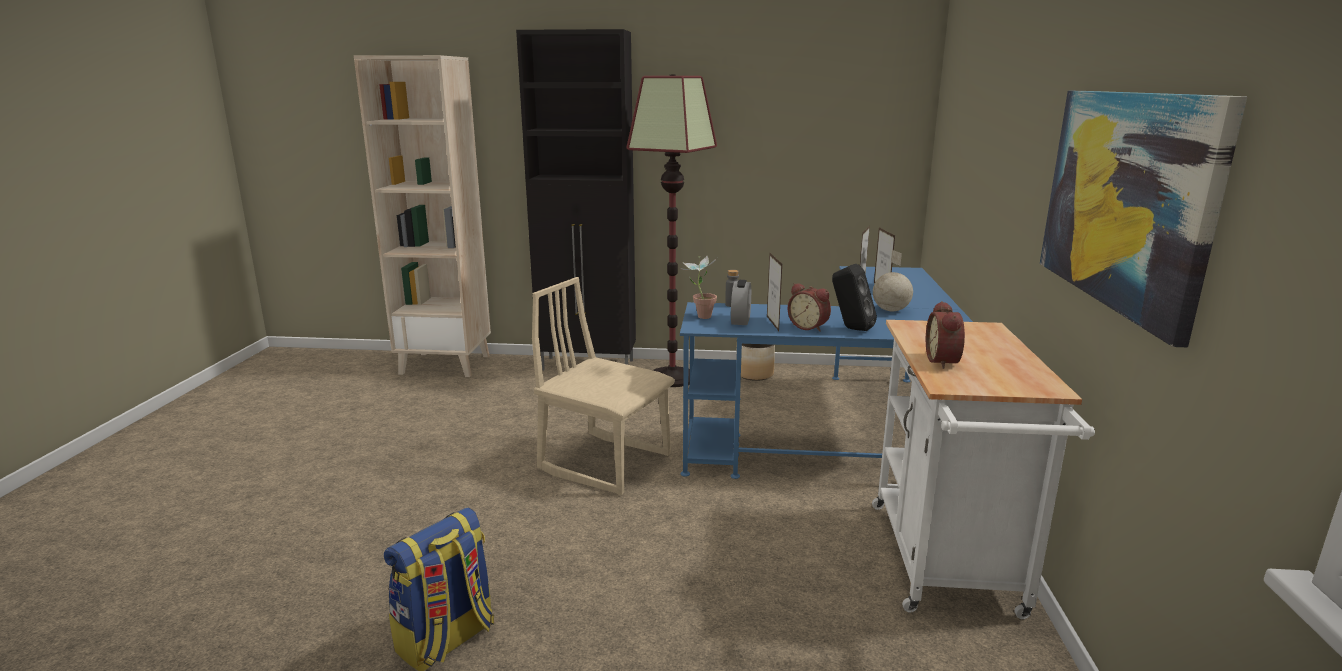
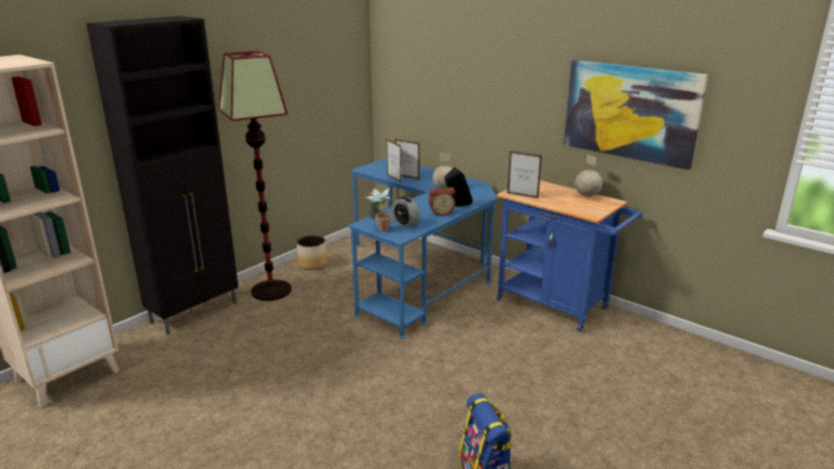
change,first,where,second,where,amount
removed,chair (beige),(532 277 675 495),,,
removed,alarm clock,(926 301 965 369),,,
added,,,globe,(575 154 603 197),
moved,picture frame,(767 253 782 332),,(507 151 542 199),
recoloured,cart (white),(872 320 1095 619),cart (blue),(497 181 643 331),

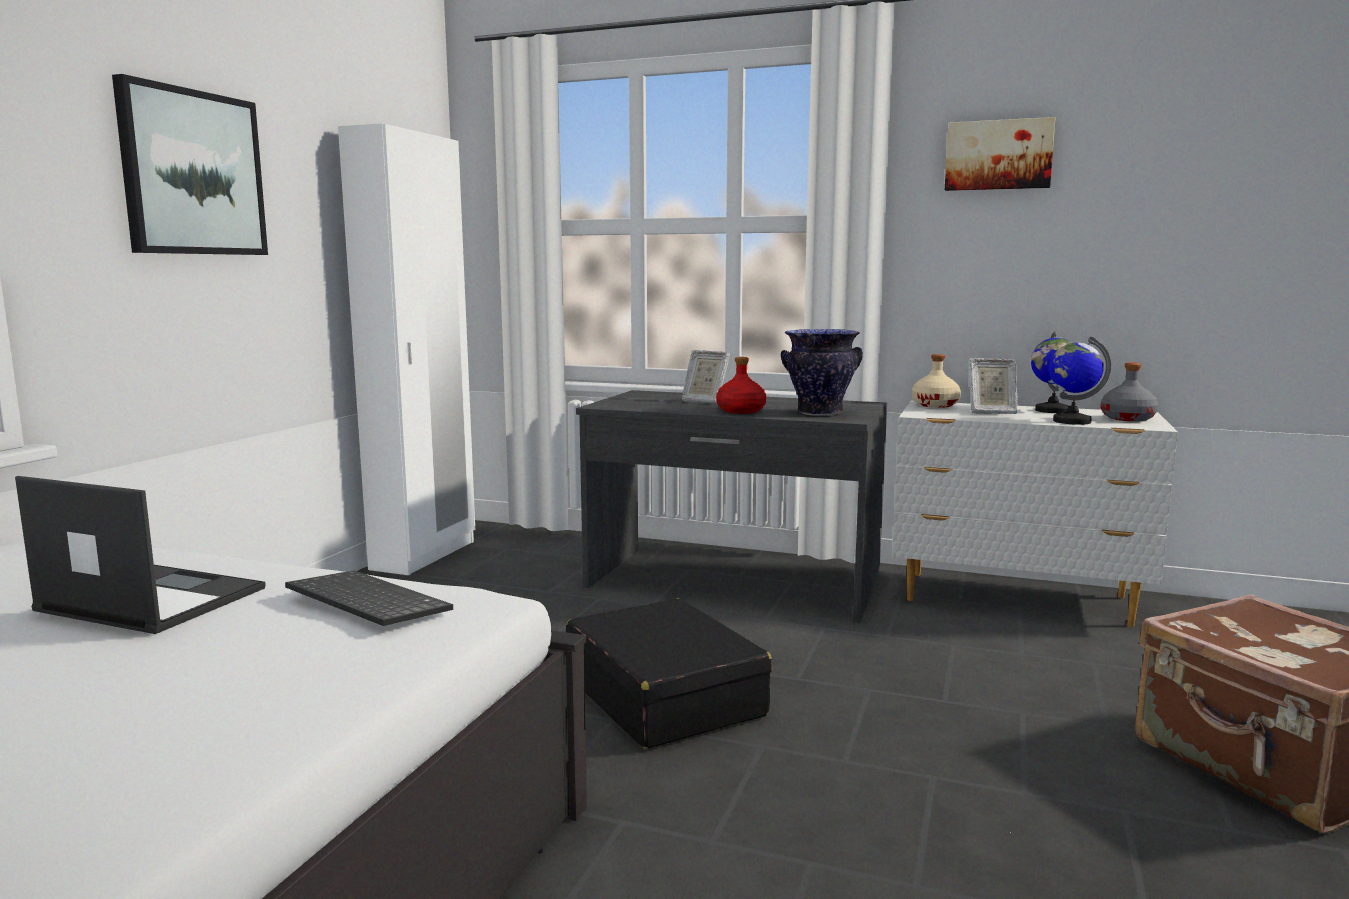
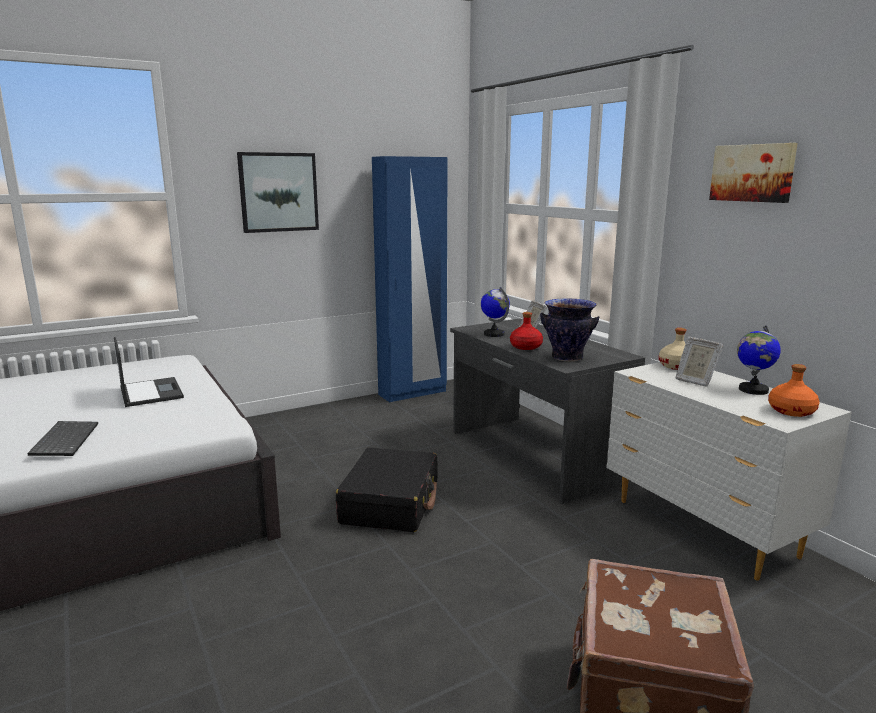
change,first,where,second,where,amount
moved,keyboard,(285 570 453 626),,(28 421 98 456),
moved,globe,(1049 336 1111 425),,(481 287 510 337),
recoloured,wardrobe (white),(338 123 475 575),wardrobe (blue),(372 156 448 402),
recoloured,bottle (grey),(1101 362 1158 421),bottle (orange),(768 364 820 417),

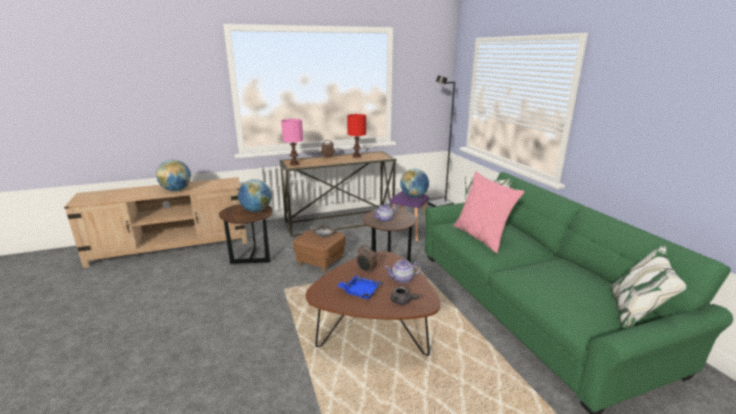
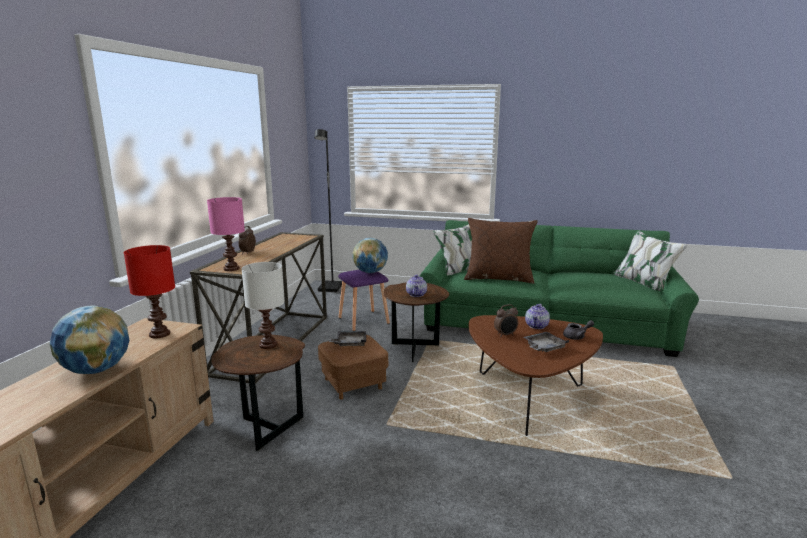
change,first,where,second,where,amount
moved,table lamp (red),(347 114 366 158),,(124 245 175 338),
replaced,globe,(238 179 272 212),table lamp (white),(241 262 284 349),
recoloured,tray (blue),(337 276 381 300),tray (grey),(524 332 569 352),
recoloured,pillow (pink),(453 172 525 254),pillow (brown),(464 218 538 284),

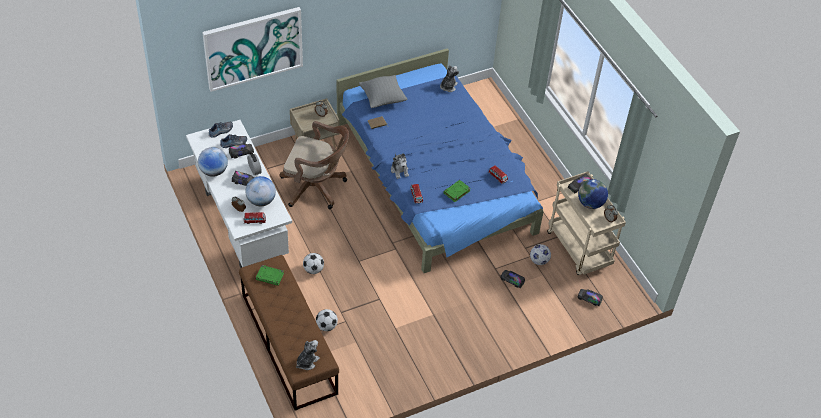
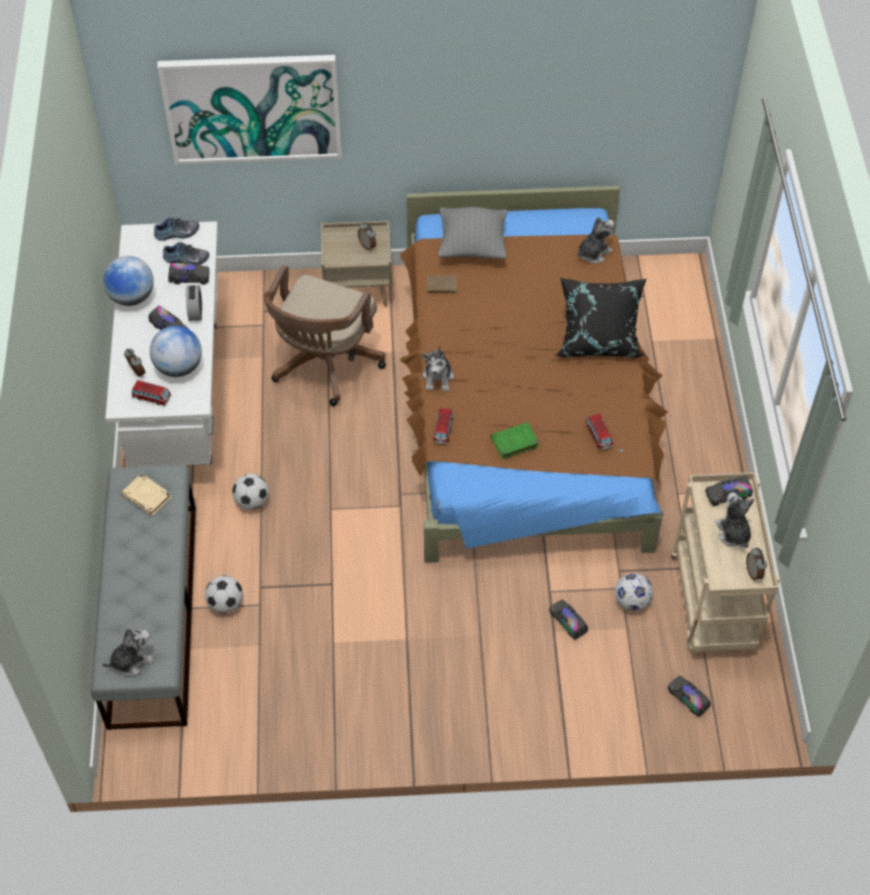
change,first,where,second,where,amount
added,,,pillow (black),(555 278 646 358),
replaced,globe,(578 179 608 209),plush toy,(715 492 754 548),
recoloured,bench (brown),(239 255 339 410),bench (grey),(91 465 196 730),
recoloured,book (green),(256 265 284 286),book (beige),(122 473 172 516),
recoloured,bed (blue),(337 48 544 273),bed (brown),(400 186 668 563),
turned,office chair (brown),(279 121 349 209),,(263 265 386 406),75 degrees clockwise

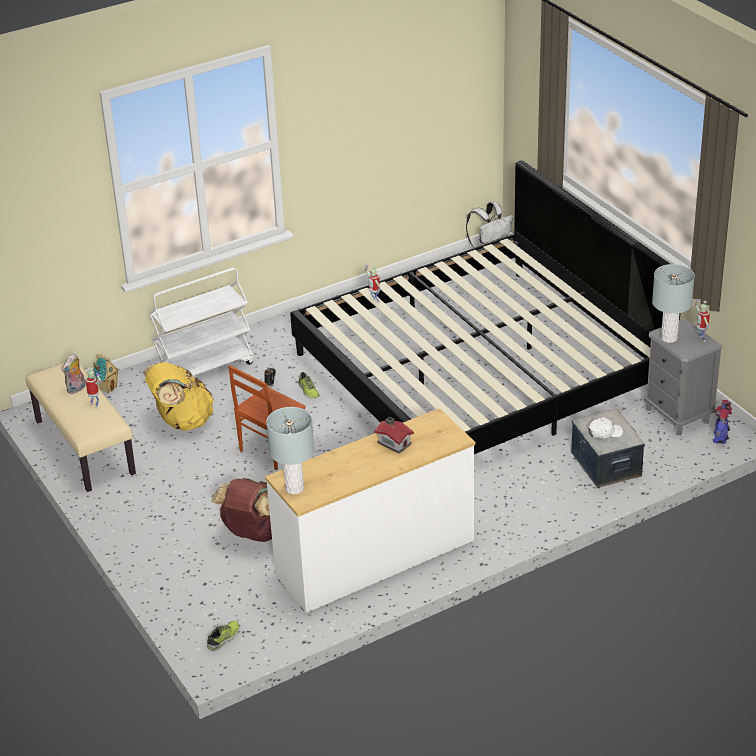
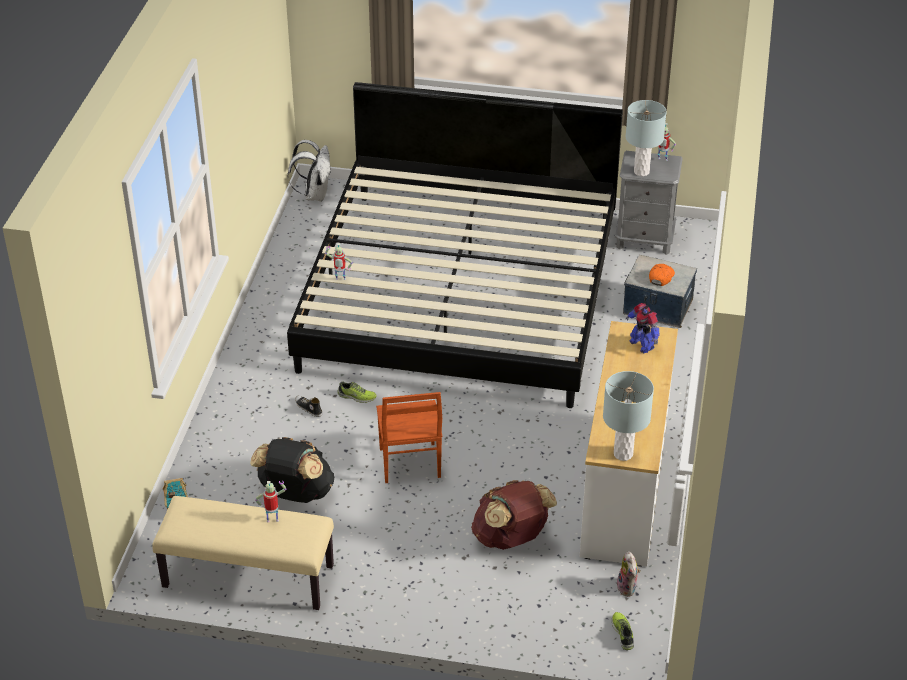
change,first,where,second,where,amount
removed,cart (white),(149 268 254 376),,,
removed,toy house,(374 417 414 453),,,
moved,plush toy,(61 353 85 394),,(617 551 640 597),
moved,toy robot,(713 400 732 444),,(626 303 659 353),
recoloured,backpack (yellow),(143 362 214 431),backpack (black),(250 437 334 503),
recoloured,cap (white),(588 417 623 439),cap (orange),(649 264 675 286),

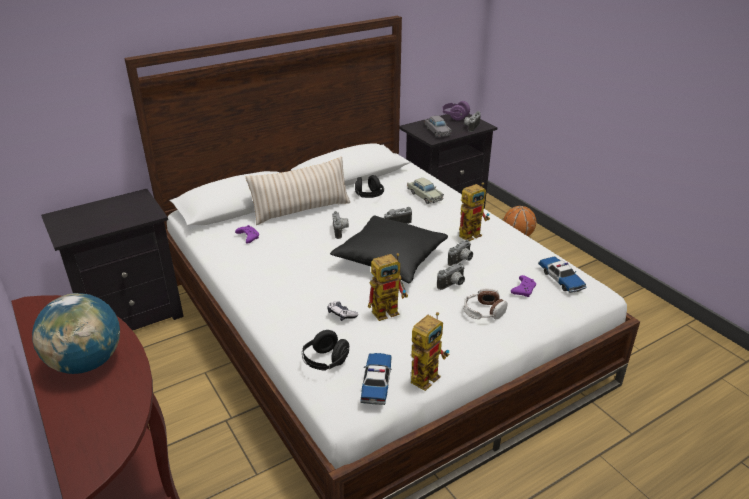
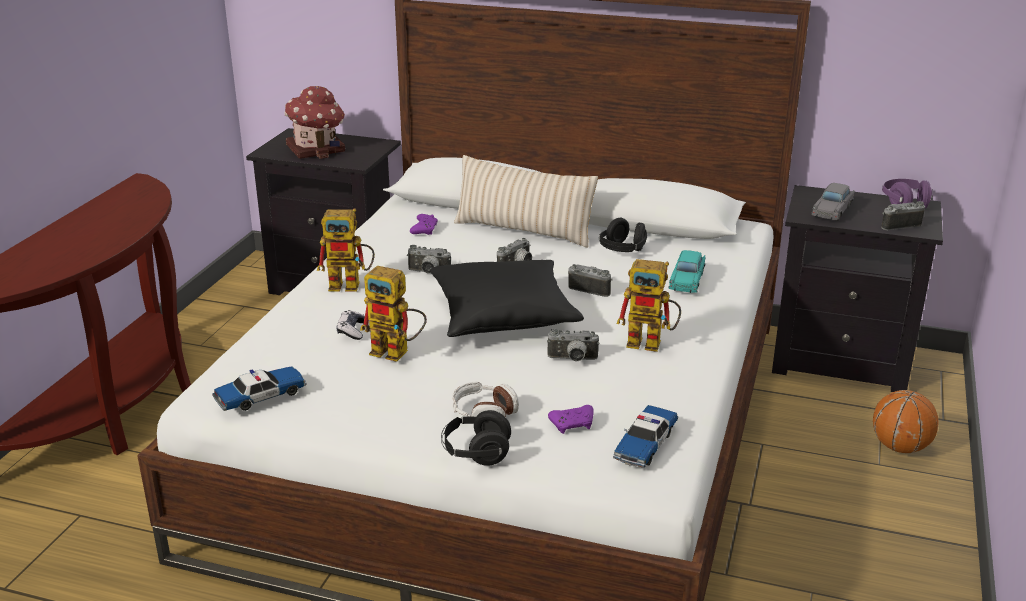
change,first,where,second,where,amount
removed,globe,(32 293 120 374),,,
added,,,toy house,(284 86 345 159),
moved,headphones (black),(302 330 349 371),,(441 410 511 466),
moved,toy robot,(411 312 449 391),,(317 208 375 292),
moved,photo camera,(437 263 465 290),,(407 245 451 273),
recoloured,toy car (beige),(407 178 444 204),toy car (turquoise),(668 250 705 293),

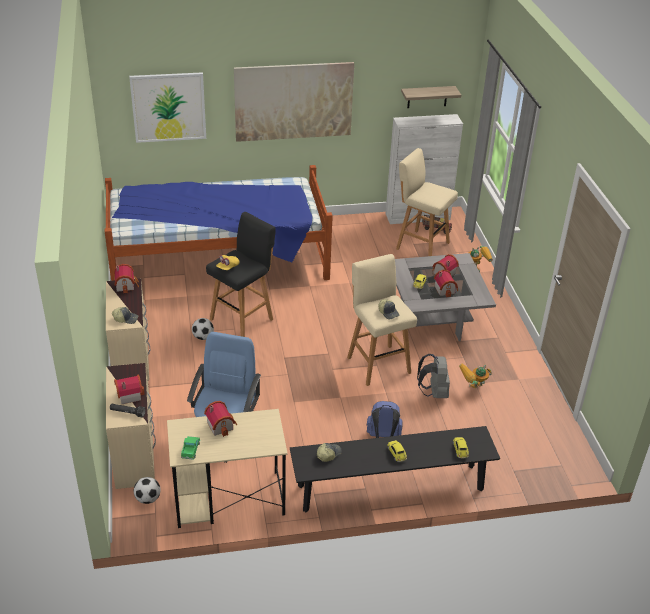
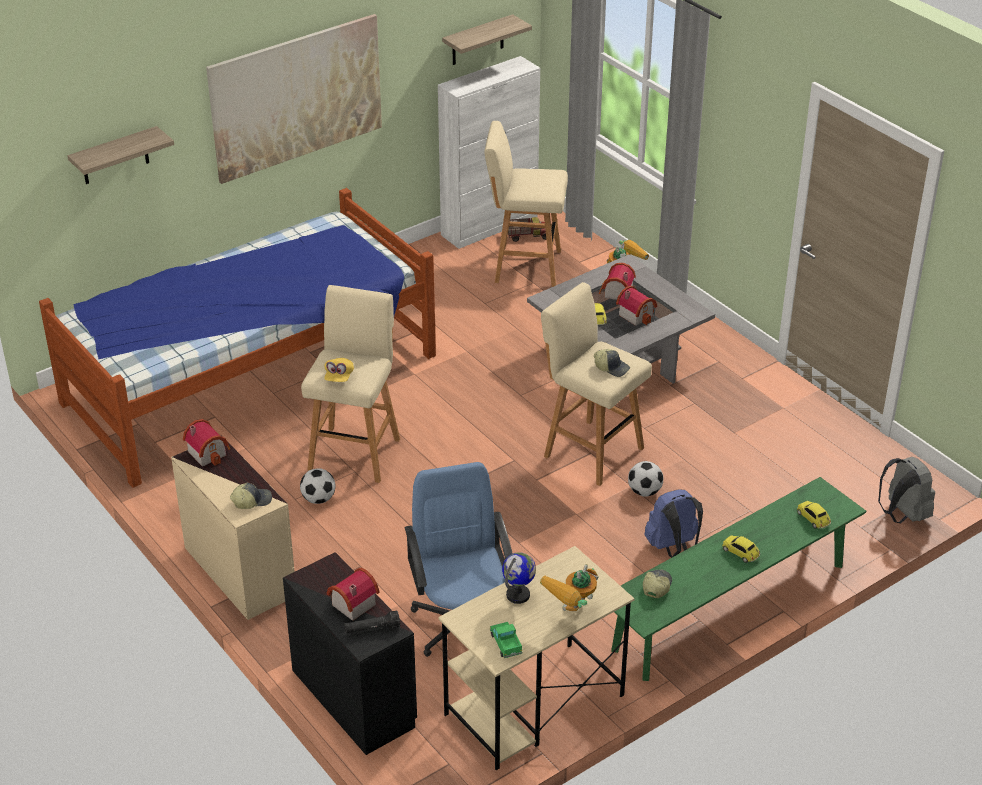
change,first,where,second,where,amount
moved,football,(134 477 161 504),,(628 461 663 497),
moved,backpack (grey),(417 354 450 398),,(878 457 935 523),
moved,toy robot,(459 364 492 388),,(540 564 598 611),
replaced,picture,(129 72 206 143),shelf,(67 126 174 184),
replaced,toy house,(204 401 237 437),globe,(502 552 536 604),
recoloured,dresser (beige),(106 363 156 489),dresser (black),(283 552 417 755),
recoloured,stool (black),(206 212 276 337),stool (beige),(301 285 400 483),
recoloured,bench (black),(290 426 500 513),bench (green),(611 477 866 681),

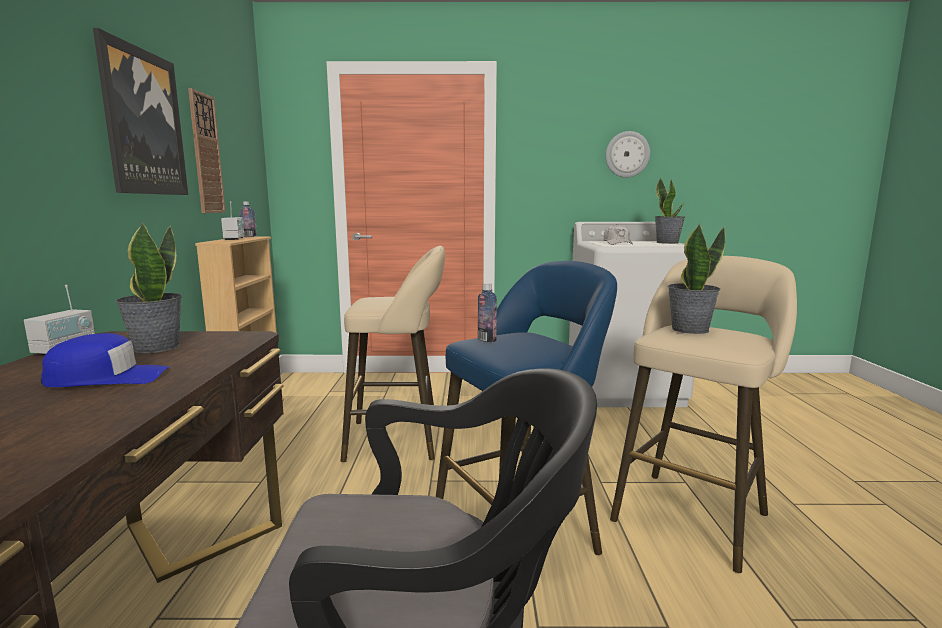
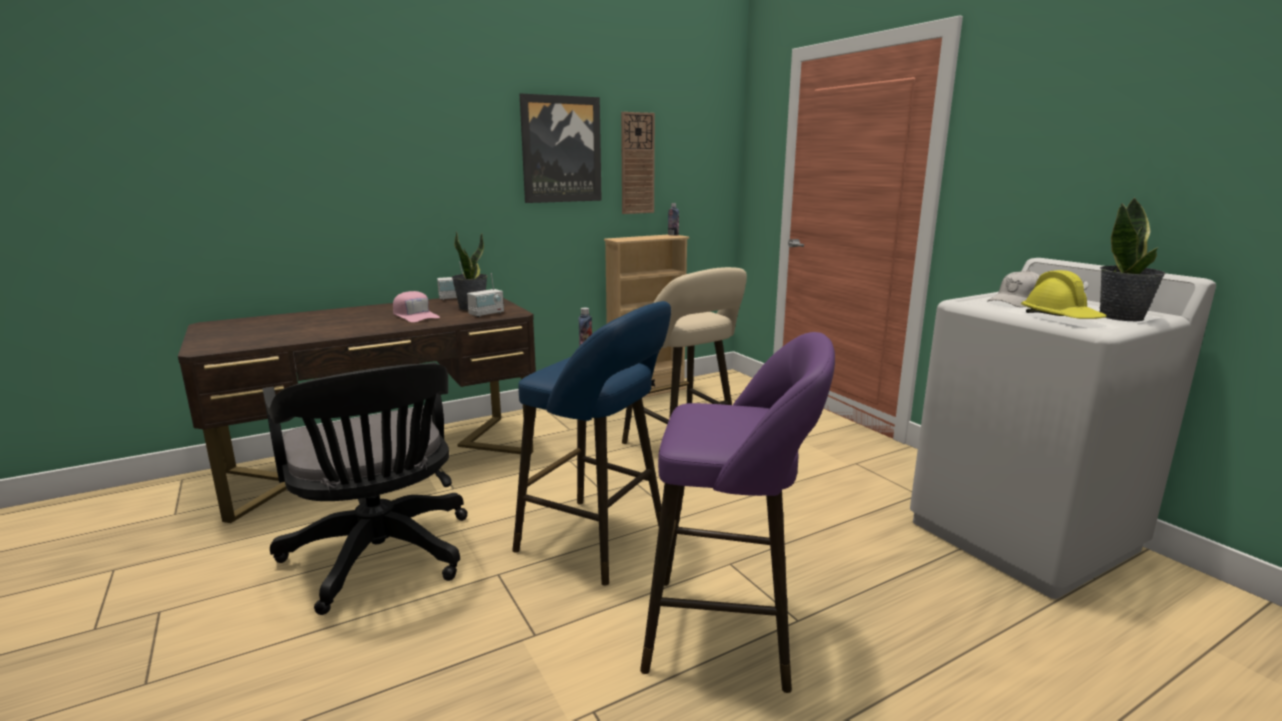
change,first,where,second,where,amount
removed,wall clock,(606 131 650 178),,,
removed,potted plant,(668 223 725 334),,,
added,,,hard hat (yellow),(1021 270 1107 319),
moved,radio,(221 201 245 240),,(467 273 504 317),
recoloured,cap (blue),(41 333 170 387),cap (pink),(393 291 440 322),
recoloured,stool (beige),(610 256 797 573),stool (purple),(640 332 835 693),

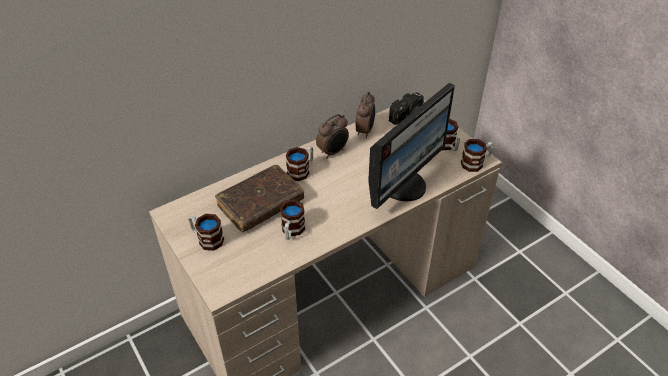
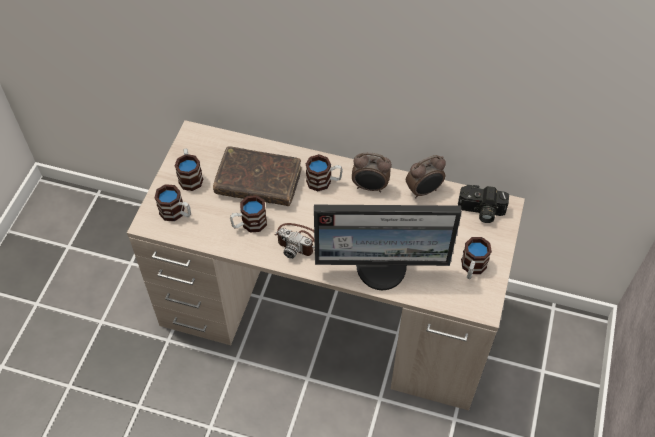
change,first,where,second,where,amount
added,,,photo camera,(274 223 315 259),
moved,mug,(461 139 494 172),,(155 184 191 221),

